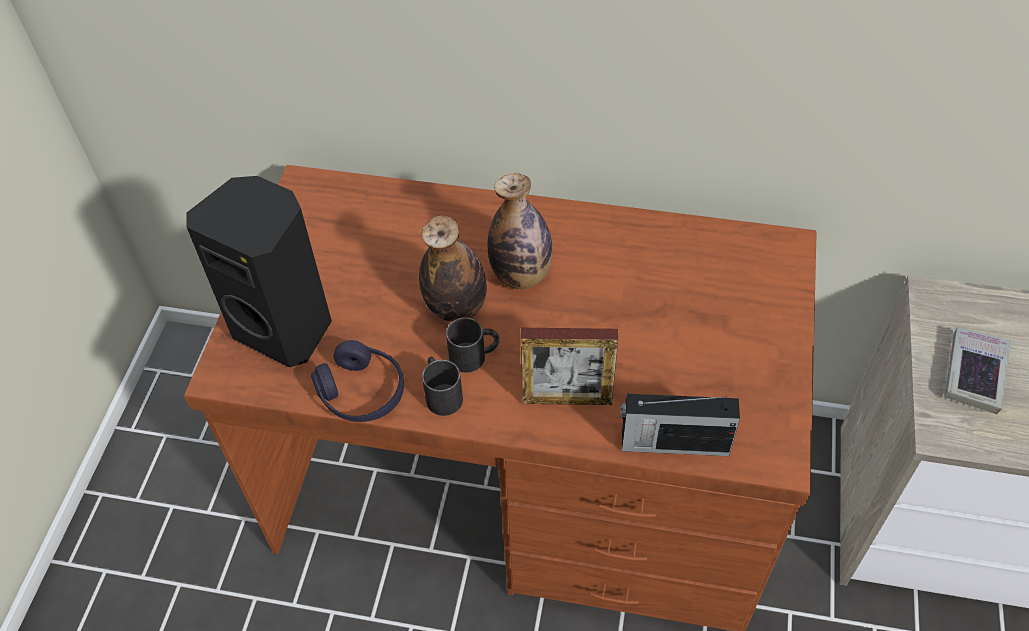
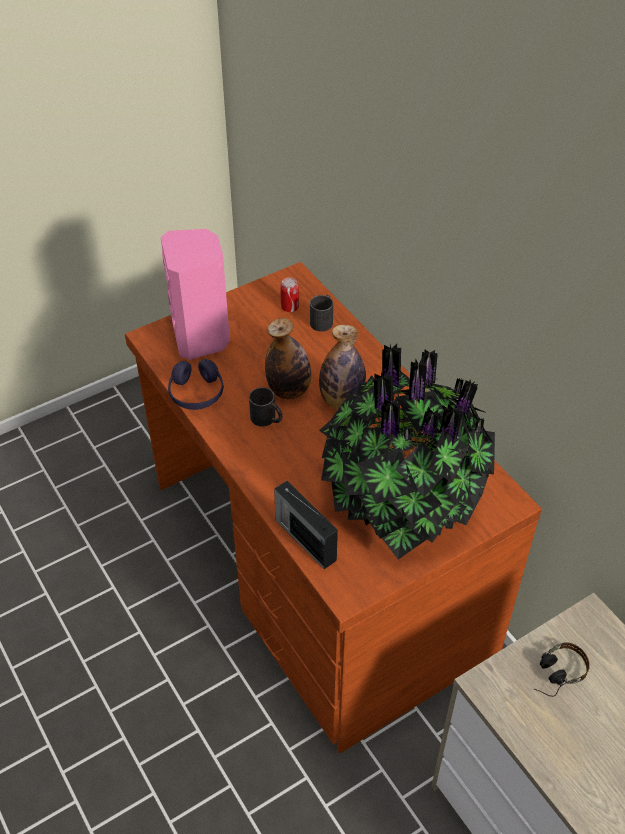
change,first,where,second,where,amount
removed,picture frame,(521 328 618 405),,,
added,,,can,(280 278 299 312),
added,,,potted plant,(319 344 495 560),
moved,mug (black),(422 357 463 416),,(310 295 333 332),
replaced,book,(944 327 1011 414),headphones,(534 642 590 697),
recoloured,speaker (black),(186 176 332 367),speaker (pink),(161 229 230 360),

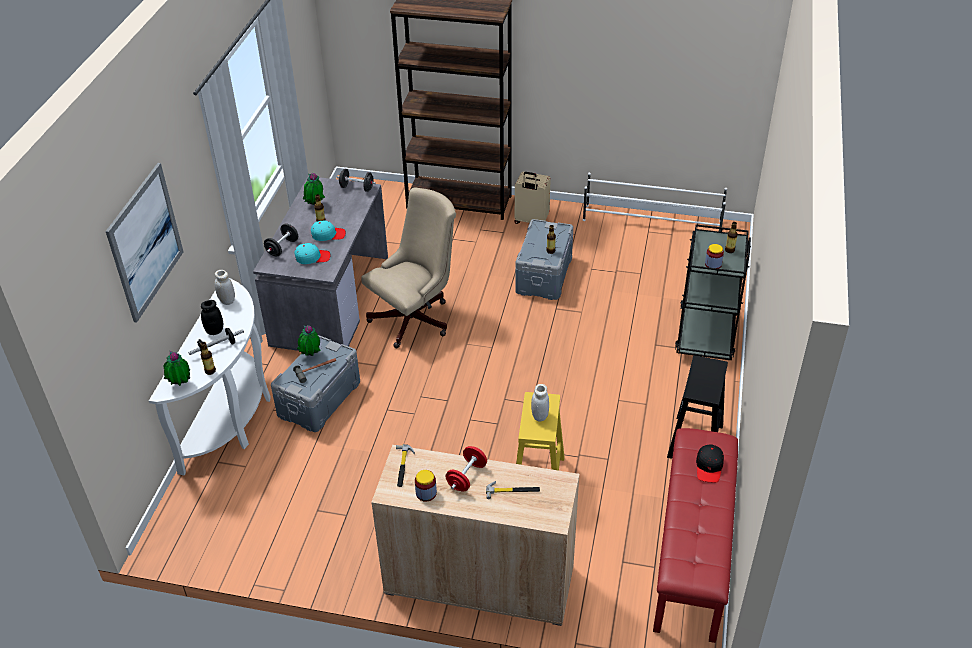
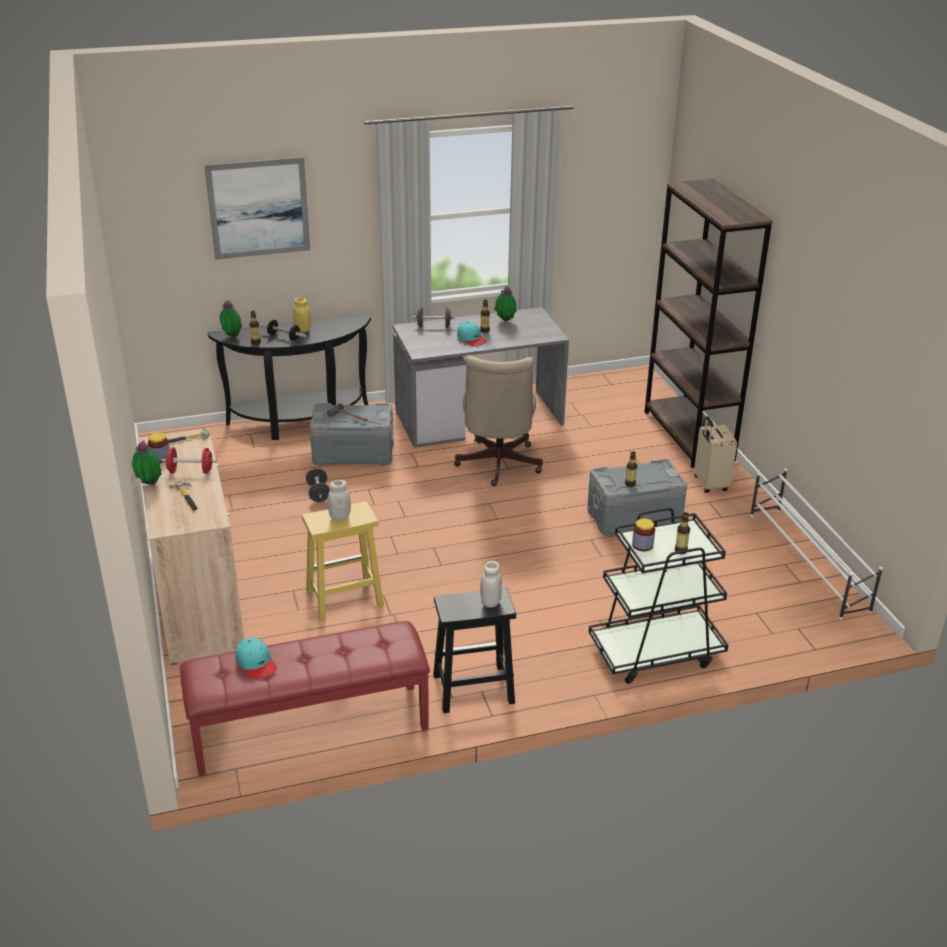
change,first,where,second,where,amount
removed,cap (black),(696 444 724 483),,,
moved,jar (white),(214 270 235 305),,(480 561 502 608),
moved,cap (turquoise),(294 243 331 264),,(236 637 277 679),
moved,potted plant,(297 325 321 356),,(132 440 162 485),
moved,dumbbell (black),(337 169 376 192),,(306 468 330 502),
recoloured,console table (white),(149 278 271 475),console table (black),(208 314 371 440),
recoloured,jar (black),(201 300 223 335),jar (yellow),(293 298 311 332),
turned,office chair (beige),(361 187 456 348),,(454 355 543 486),75 degrees clockwise

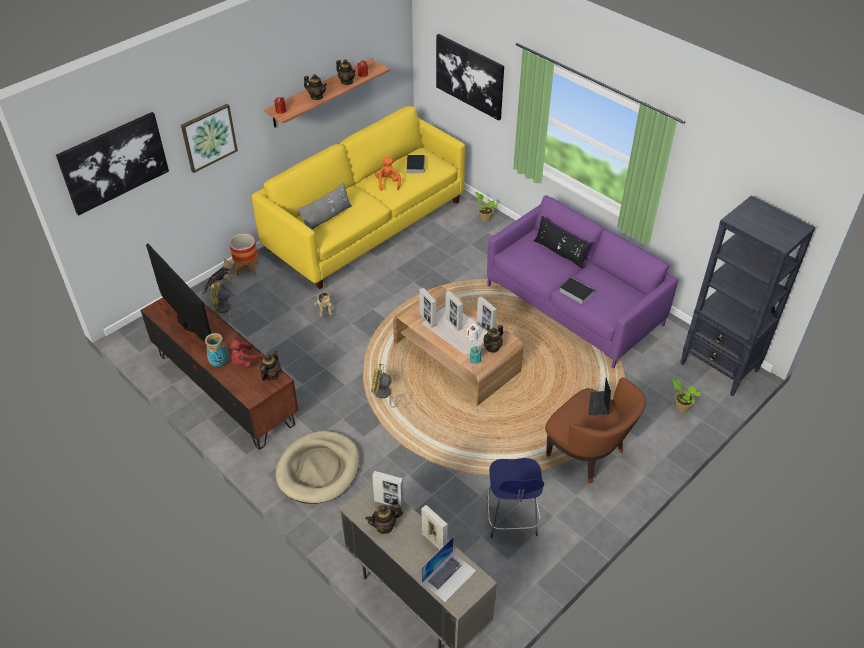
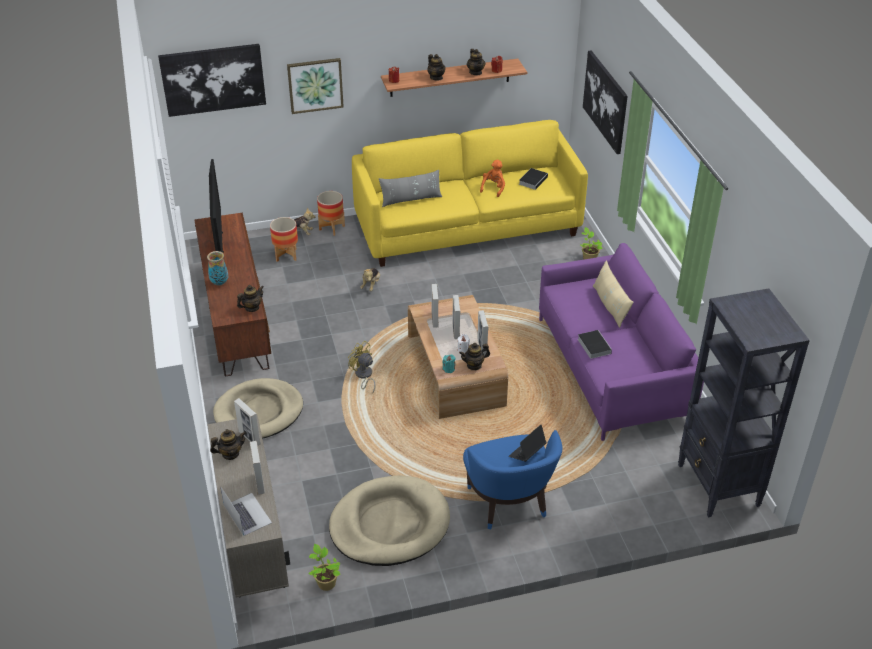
change,first,where,second,where,amount
removed,plush toy (red),(229 339 265 368),,,
moved,potted plant,(672 379 701 413),,(308 544 341 591),
replaced,fan (yellow),(210 280 244 320),planter,(270 217 298 262),
replaced,stool (blue),(487 458 544 538),dog bed (beige),(329 475 450 566),
recoloured,pillow (black),(533 215 592 269),pillow (beige),(593 260 634 328),
recoloured,armchair (brown),(545 377 646 484),armchair (blue),(463 430 562 529),
turned,teapot,(365 504 403 534),,(210 429 246 460),150 degrees clockwise
turned,laptop,(421 537 476 602),,(220 486 272 536),105 degrees counterclockwise

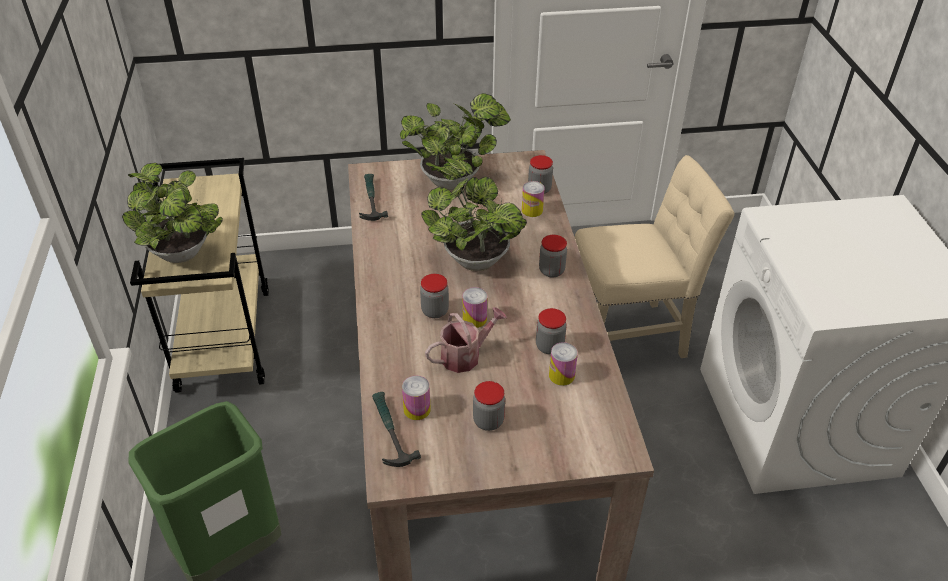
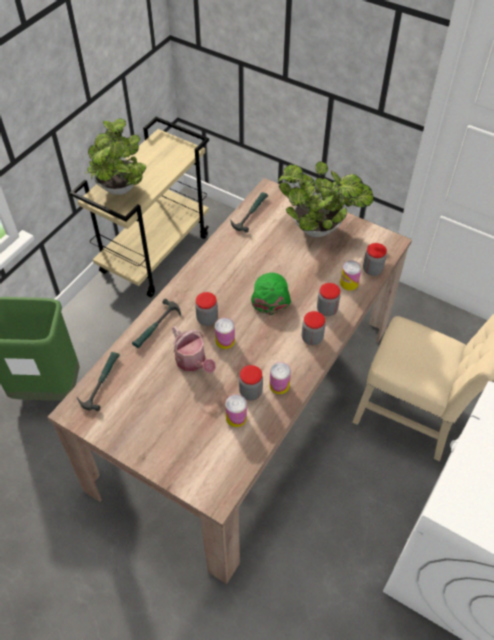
change,first,where,second,where,amount
added,,,hammer,(132 299 181 348),
moved,can,(402 376 431 420),,(269 362 291 394),
moved,jar,(473 381 505 431),,(317 283 340 316),
replaced,potted plant,(421 158 527 271),cap (green),(251 272 291 316),
turned,watering can,(425 307 507 373),,(172 326 216 373),45 degrees clockwise

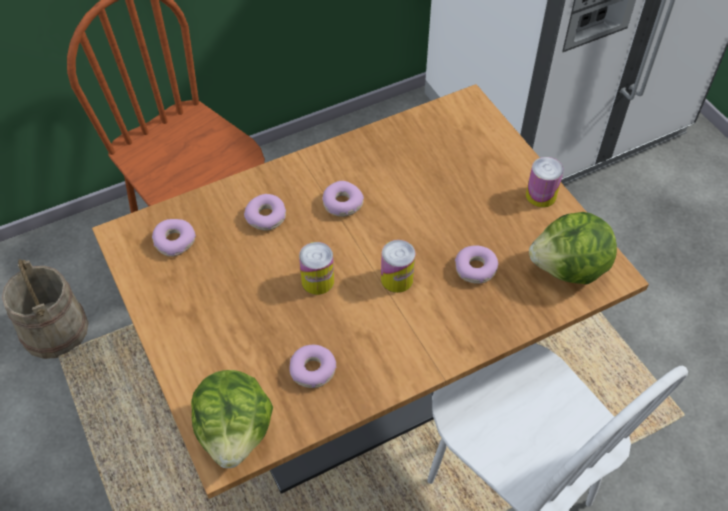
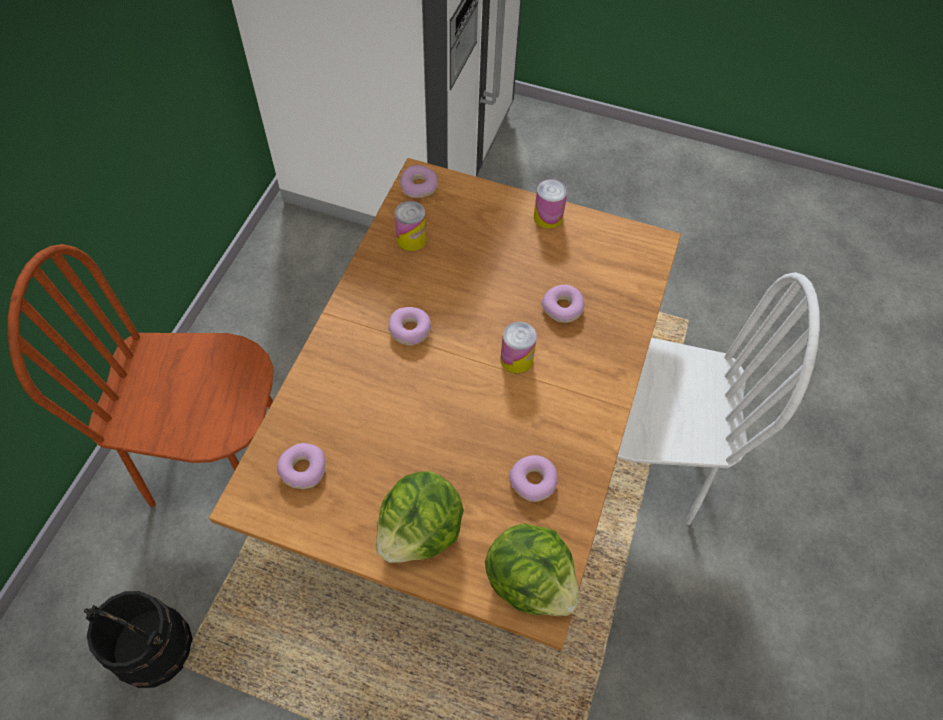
change,first,where,second,where,amount
moved,donut,(244 194 286 231),,(400 165 438 198),
moved,can,(299 242 334 295),,(394 201 426 251),
moved,lettuce,(529 212 617 284),,(376 471 464 563),
recoloured,bucket (beige),(2 259 88 359),bucket (black),(84 591 193 688),

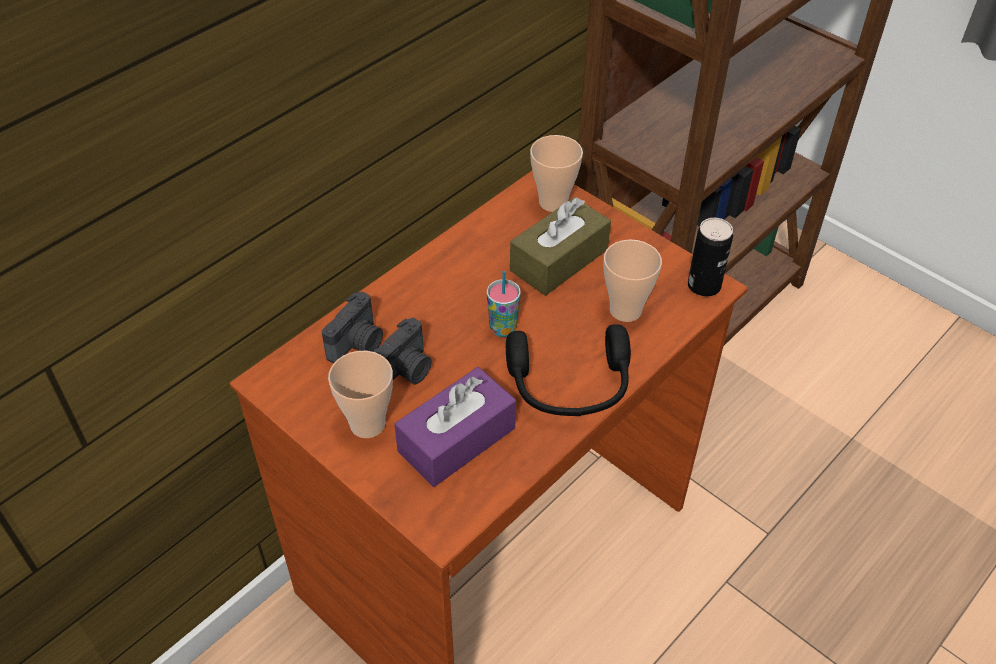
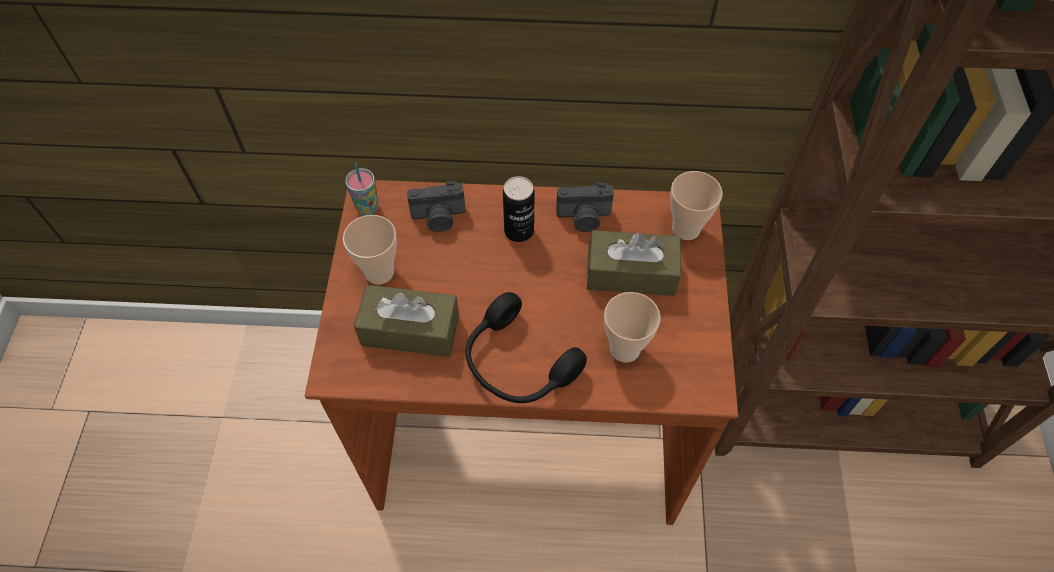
change,first,where,second,where,amount
moved,photo camera,(373 318 432 384),,(556 182 614 232),
moved,cup,(487 271 521 337),,(345 163 378 215),
moved,can,(688 218 733 297),,(503 176 535 242),
recoloured,tissue box (purple),(394 367 516 487),tissue box (brown),(354 285 459 357),

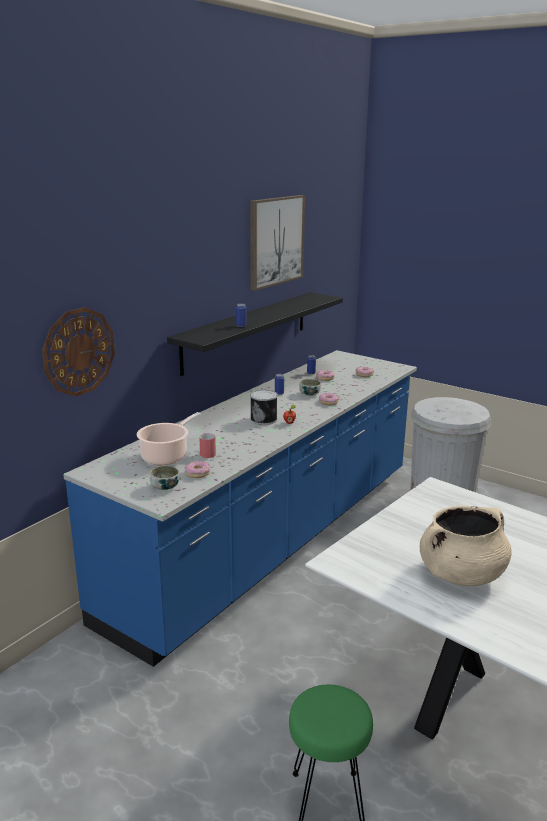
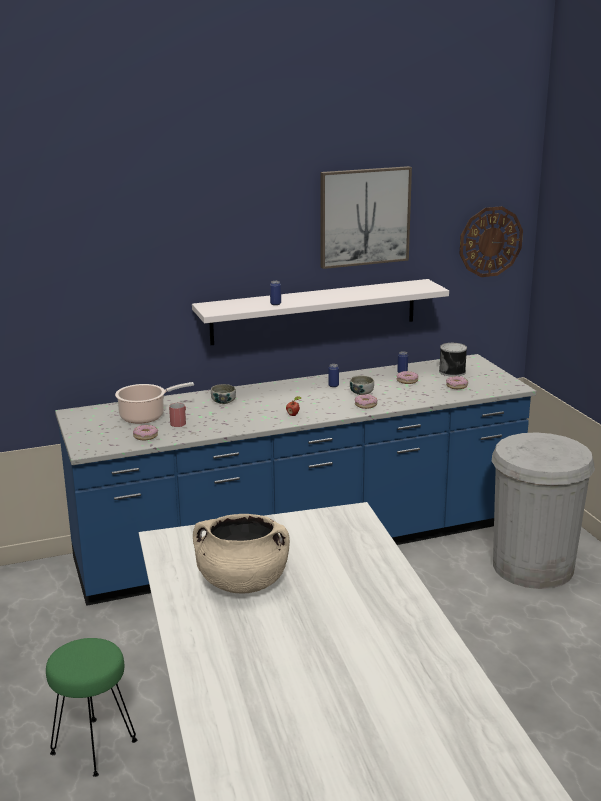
change,first,where,second,where,amount
moved,wall clock,(42 307 115 397),,(460 206 523 277),
moved,bowl,(149 466 179 490),,(211 384 236 404),
moved,can,(250 390 278 425),,(439 343 467 377),
recoloured,shelf (black),(167 292 343 376),shelf (white),(192 279 449 345),

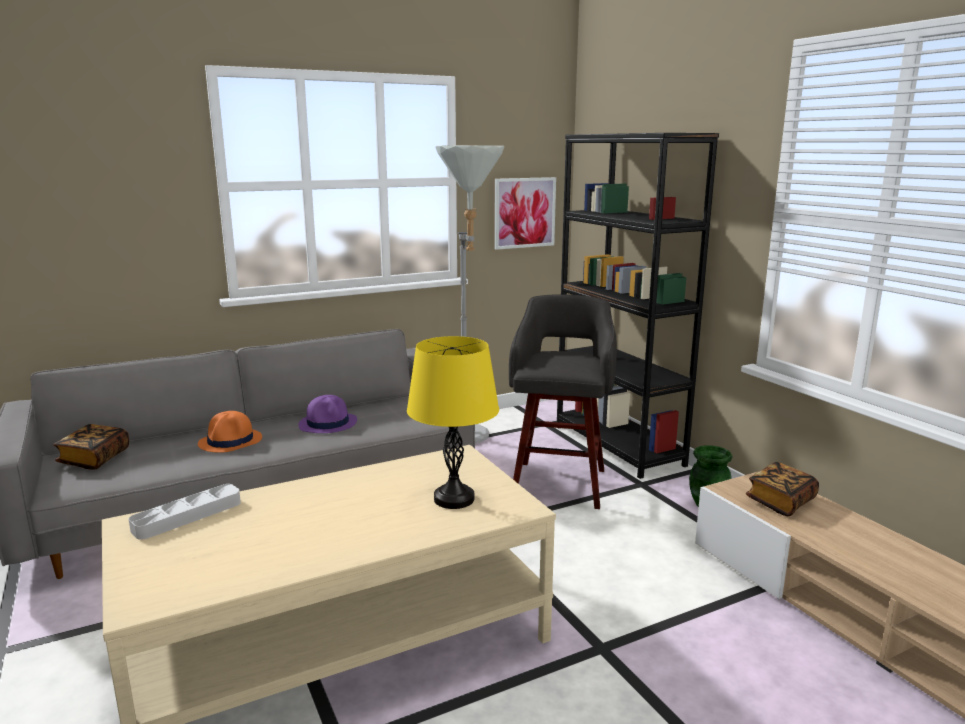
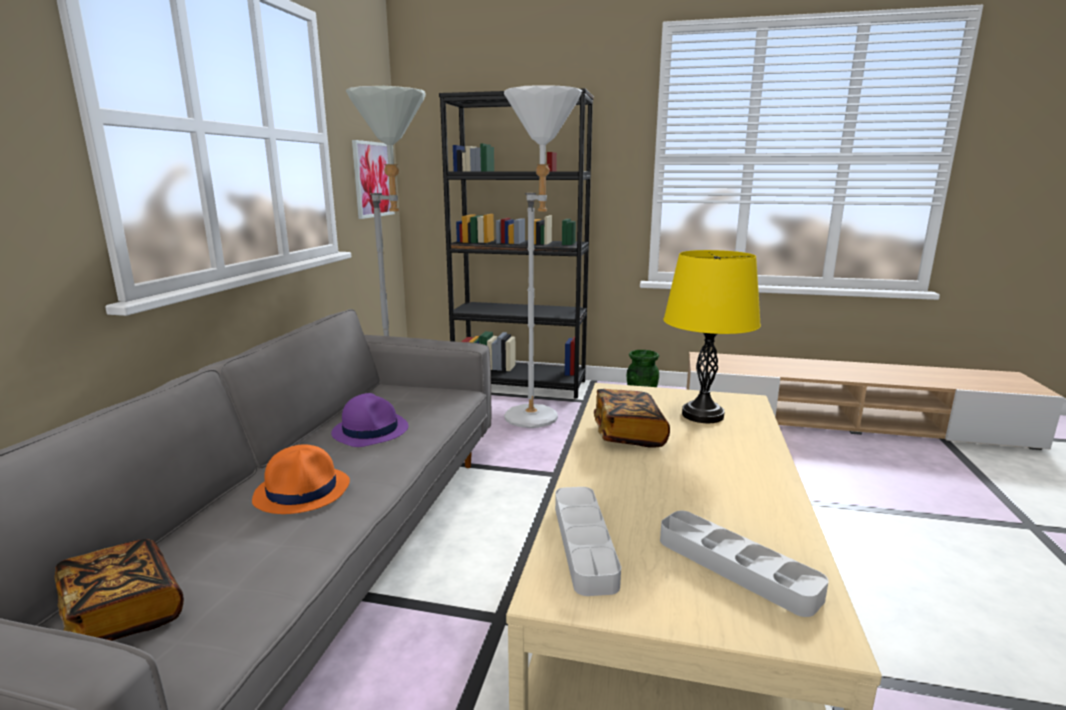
change,first,where,second,where,amount
added,,,tray (grey),(660 511 829 617),
moved,book,(746 462 819 516),,(594 389 670 448),
replaced,stool (grey),(509 294 617 509),floor lamp (white),(504 85 582 428),

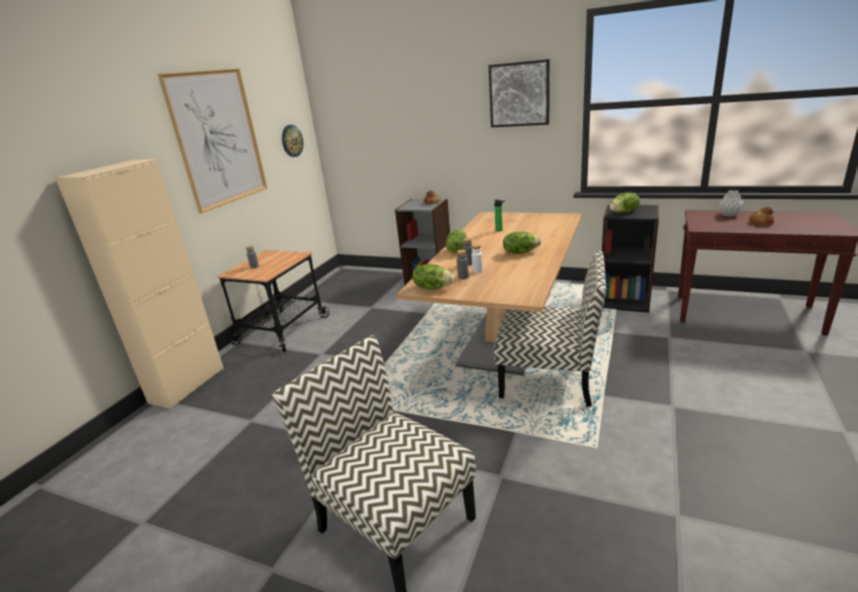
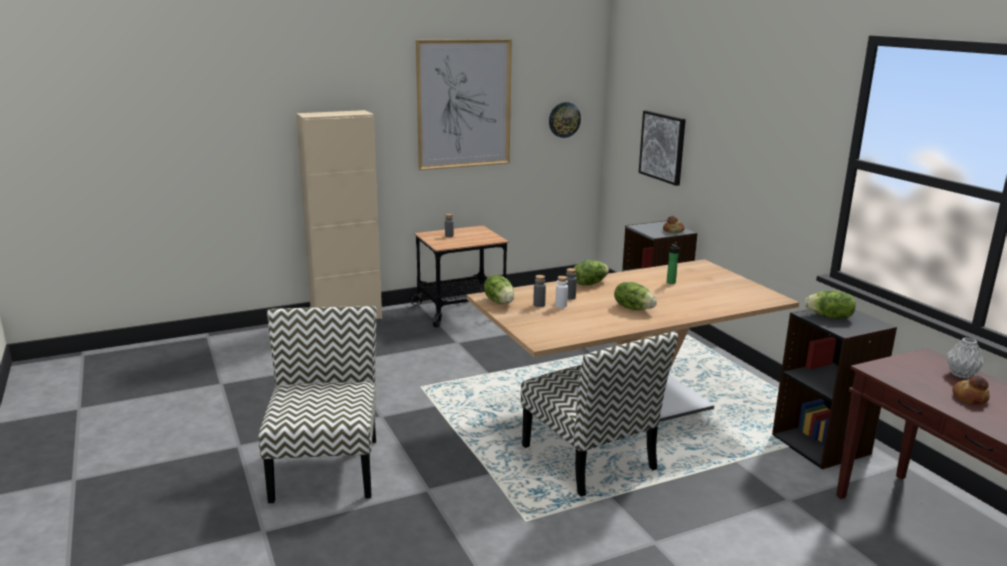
change,first,where,second,where,amount
moved,picture,(489 59 550 127),,(639 110 686 186),

